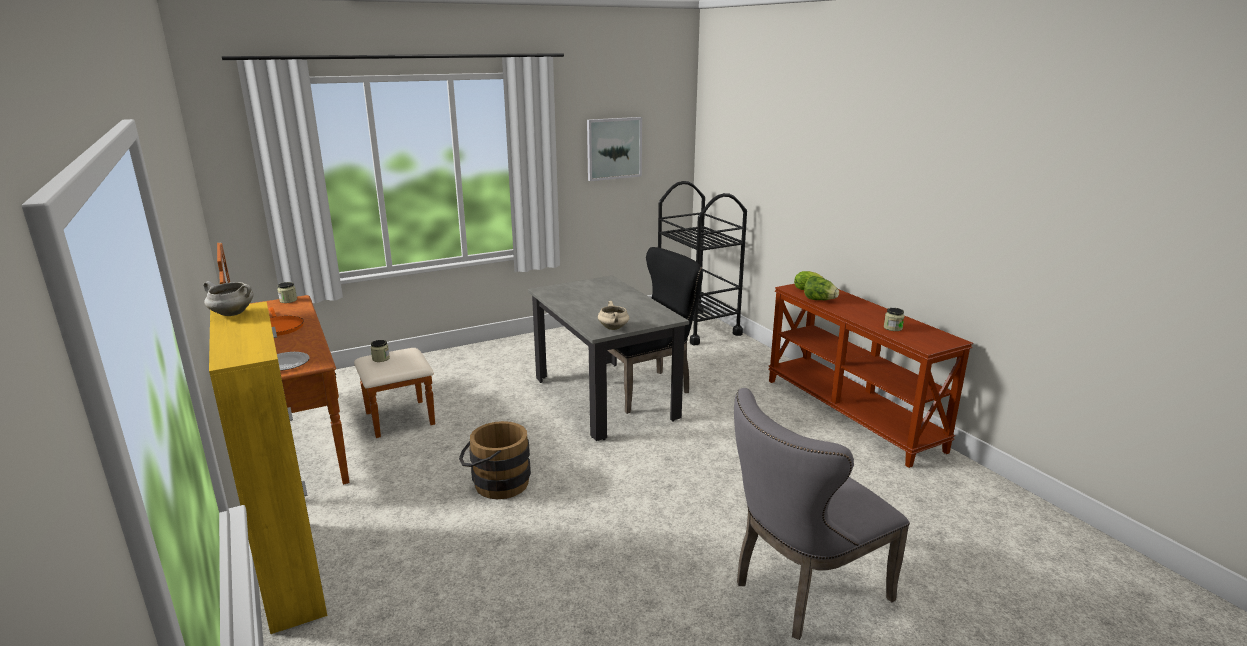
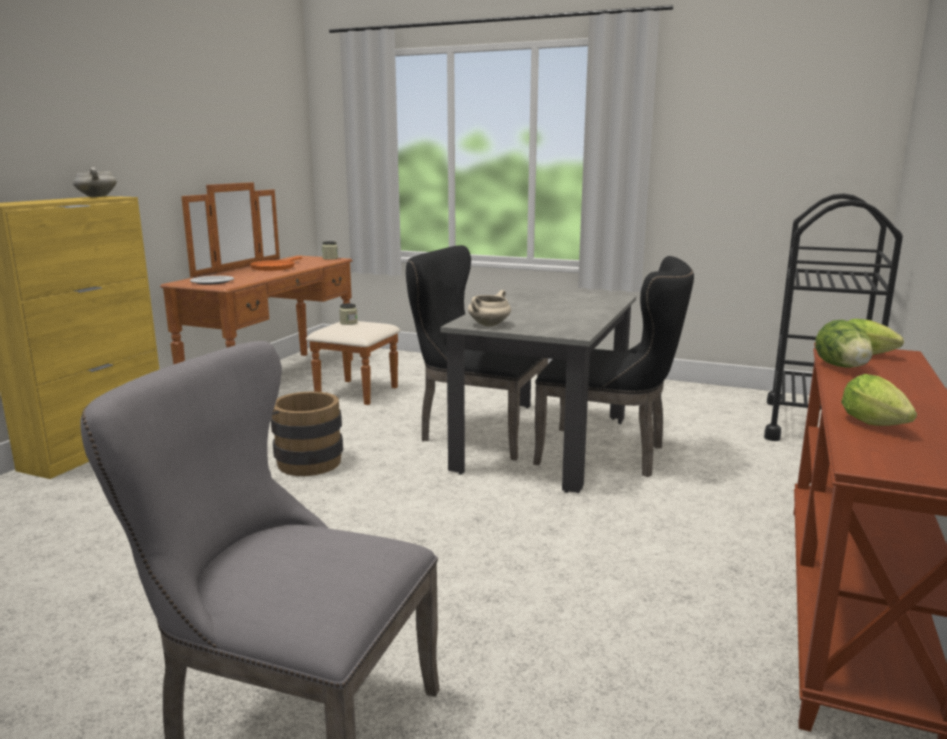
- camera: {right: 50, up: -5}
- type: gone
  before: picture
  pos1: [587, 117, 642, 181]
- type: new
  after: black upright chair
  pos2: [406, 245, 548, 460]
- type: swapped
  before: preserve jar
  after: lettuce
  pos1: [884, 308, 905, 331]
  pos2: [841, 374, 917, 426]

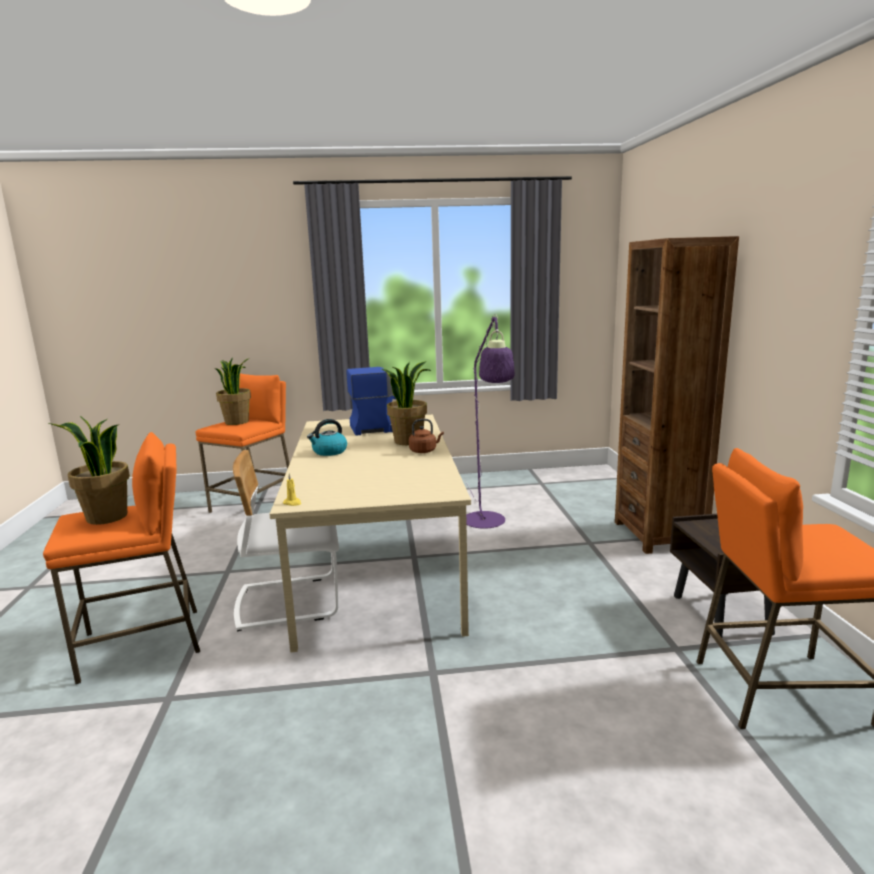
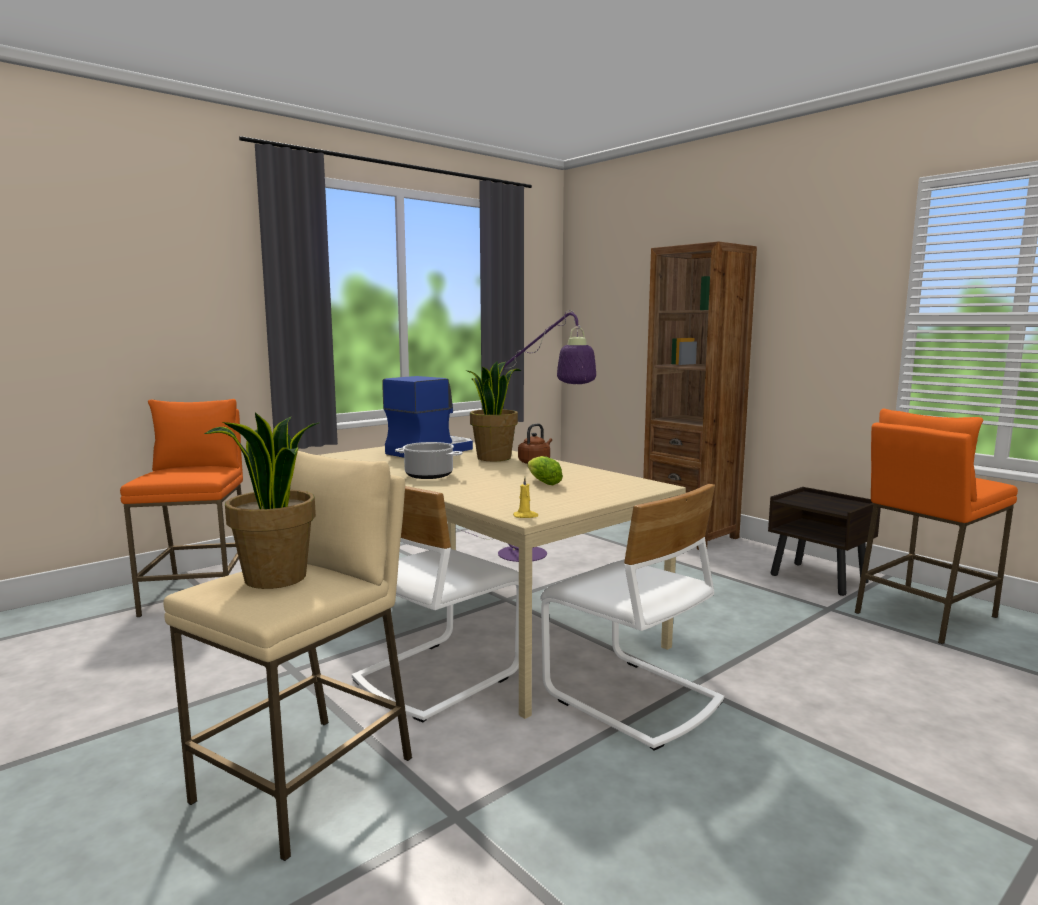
- camera: {right: -35, up: -5}
- type: gone
  before: plant in a pot
  pos1: [214, 357, 251, 425]
- type: new
  after: lettuce
  pos2: [527, 456, 563, 485]
- type: new
  after: whitish upright chair
  pos2: [540, 484, 724, 750]
- type: swapped
  before: kettle
  after: saucepot
  pos1: [307, 419, 347, 456]
  pos2: [395, 442, 463, 479]
- type: repainted
  before: orangey stool
  after: beige stool
  pos1: [43, 432, 200, 684]
  pos2: [163, 451, 412, 861]

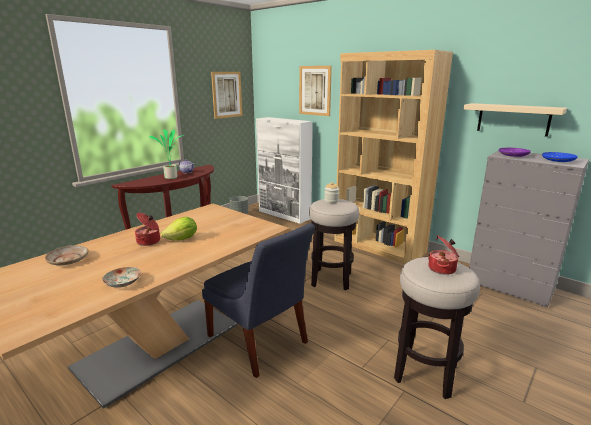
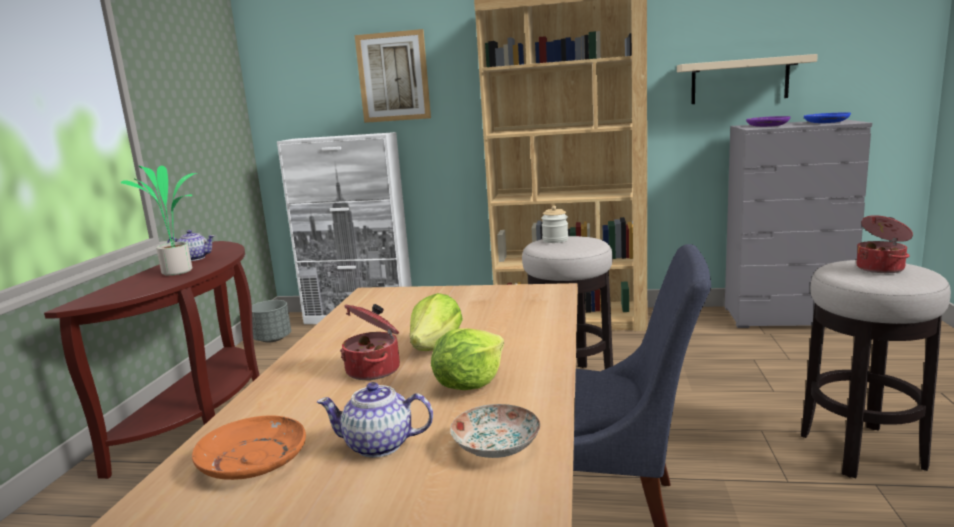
- camera: {right: -30, up: -5}
- type: gone
  before: picture
  pos1: [211, 72, 242, 119]
- type: new
  after: pot for tea
  pos2: [317, 382, 433, 458]
- type: new
  after: lettuce
  pos2: [431, 328, 504, 390]
- type: repainted
  before: beige plate
  after: orangey plate
  pos1: [45, 245, 88, 265]
  pos2: [192, 415, 306, 480]

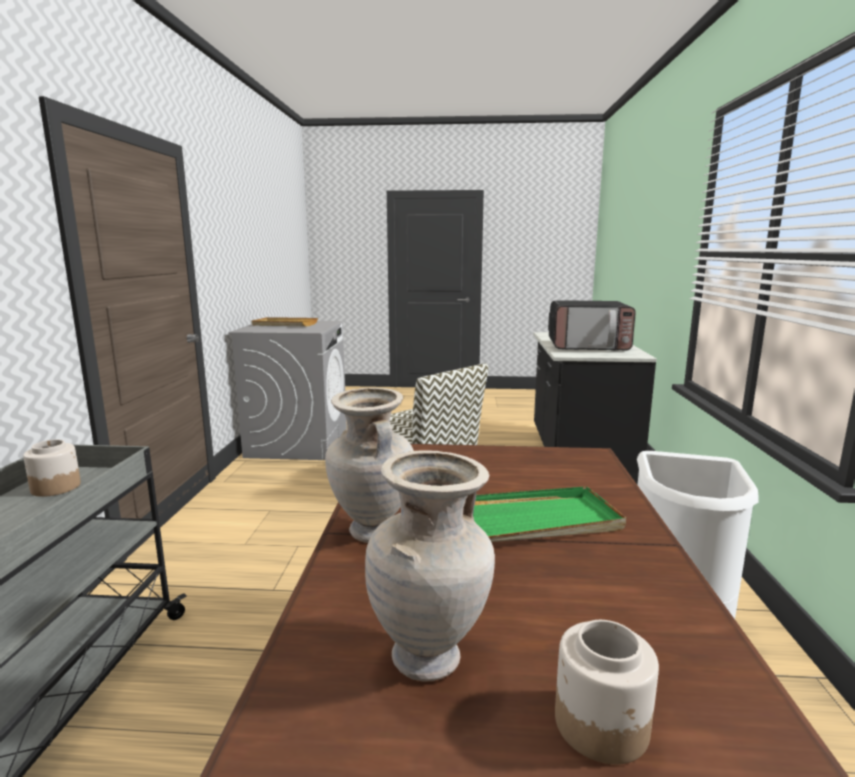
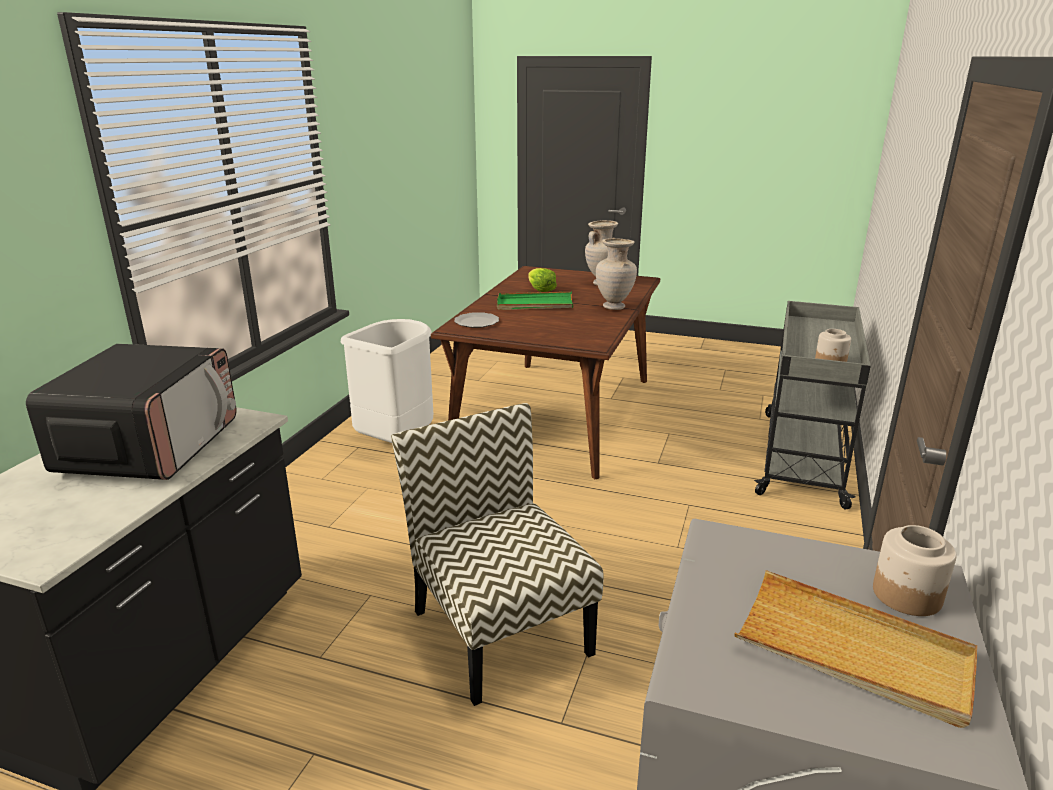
- camera: {right: -165, up: 10}
- type: new
  after: plate
  pos2: [454, 312, 499, 328]
- type: new
  after: lettuce
  pos2: [528, 268, 557, 292]
- type: shifted
  before: preserve jar
  pos1: [555, 620, 659, 765]
  pos2: [873, 525, 957, 616]
- type: rotated
  before: microwave
  pos1: [548, 300, 636, 350]
  pos2: [26, 344, 236, 480]
  turn: 75

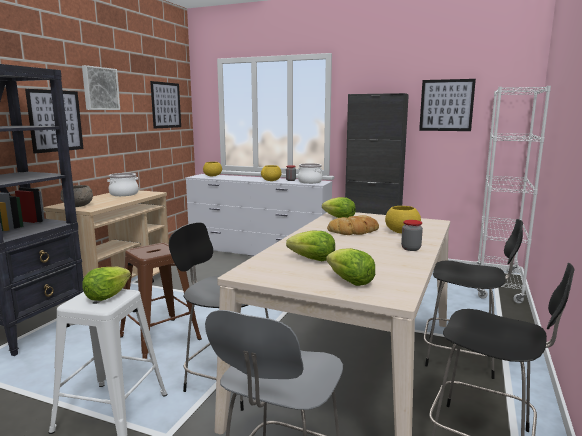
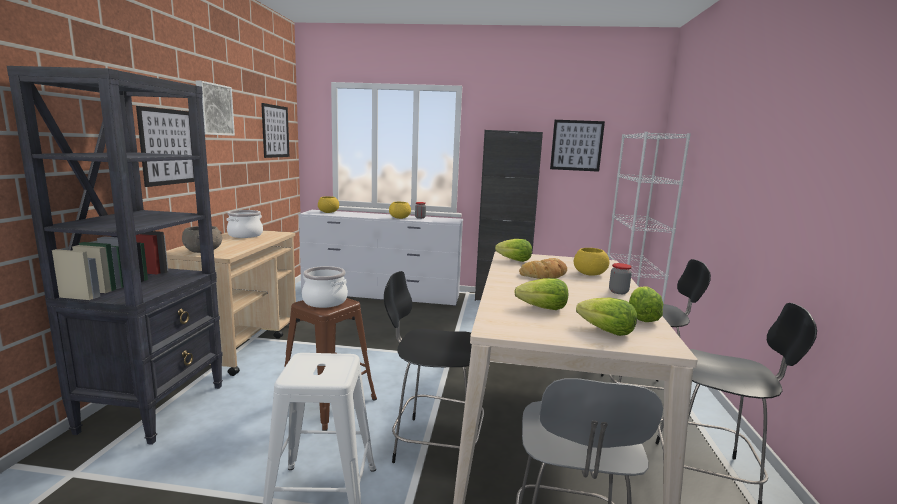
- camera: {right: -15, up: 0}
- type: shifted
  before: lettuce
  pos1: [82, 267, 131, 301]
  pos2: [629, 286, 663, 322]
- type: shifted
  before: saucepot
  pos1: [298, 163, 323, 184]
  pos2: [302, 266, 348, 308]

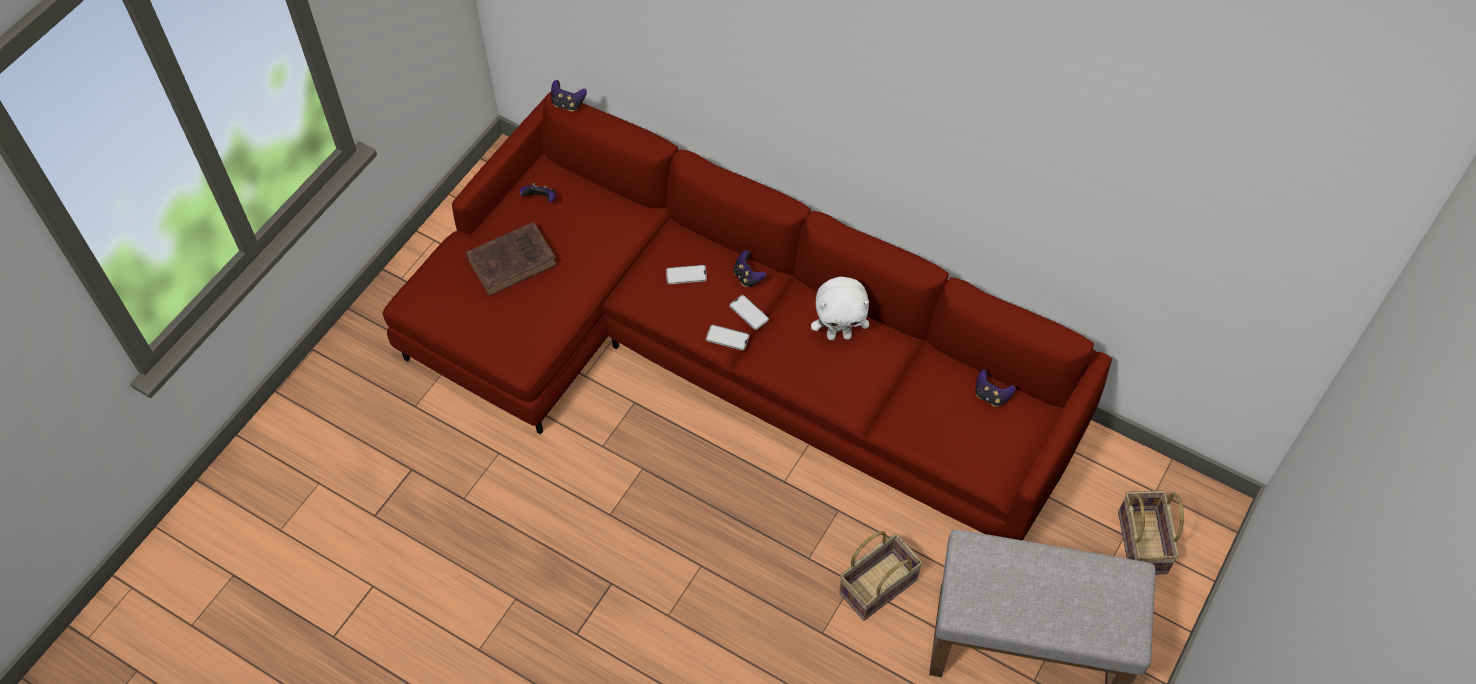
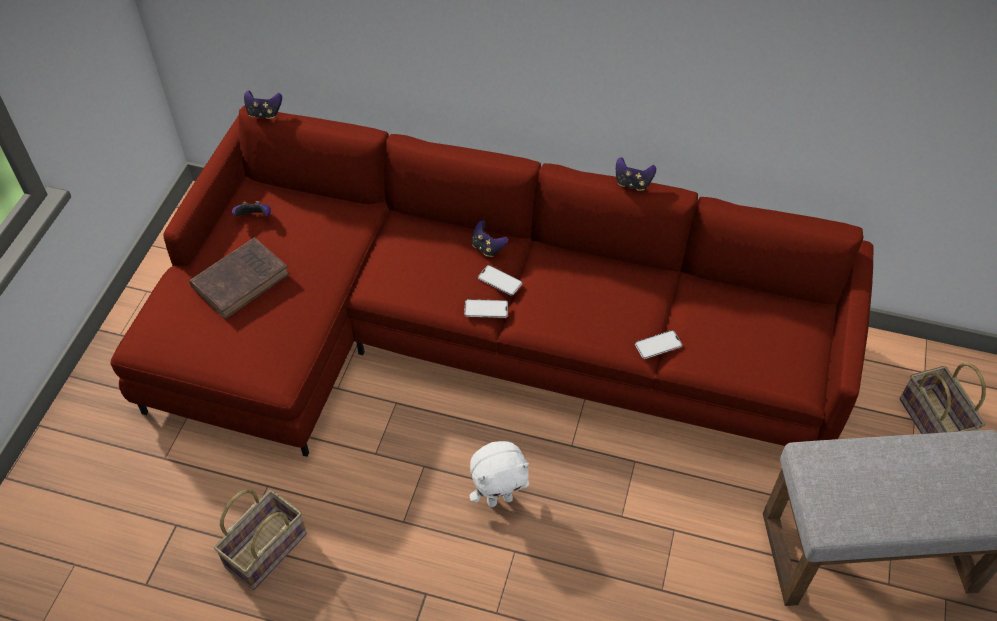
- camera: {right: -15, up: -5}
- type: shifted
  before: handset
  pos1: [666, 265, 707, 284]
  pos2: [635, 330, 682, 359]
- type: shifted
  before: whitish cuddly toy
  pos1: [811, 277, 869, 340]
  pos2: [469, 441, 529, 507]
- type: shifted
  before: storage basket
  pos1: [839, 531, 923, 621]
  pos2: [214, 489, 307, 590]
- type: shifted
  before: joypad
  pos1: [975, 370, 1016, 407]
  pos2: [616, 157, 657, 191]

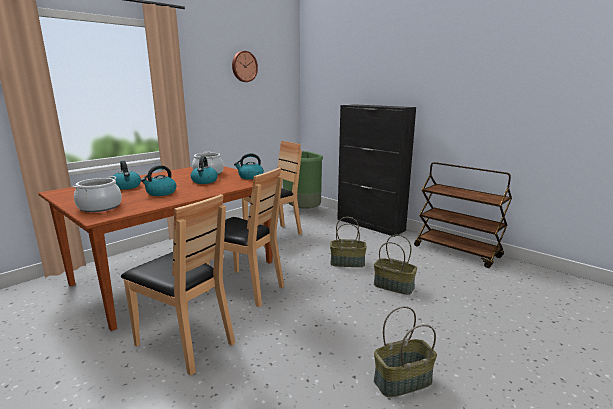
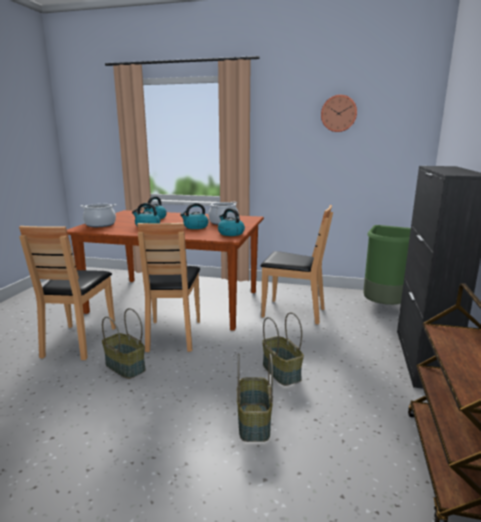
- camera: {right: 60, up: 0}
- type: shifted
  before: storage basket
  pos1: [374, 306, 437, 397]
  pos2: [102, 308, 146, 379]

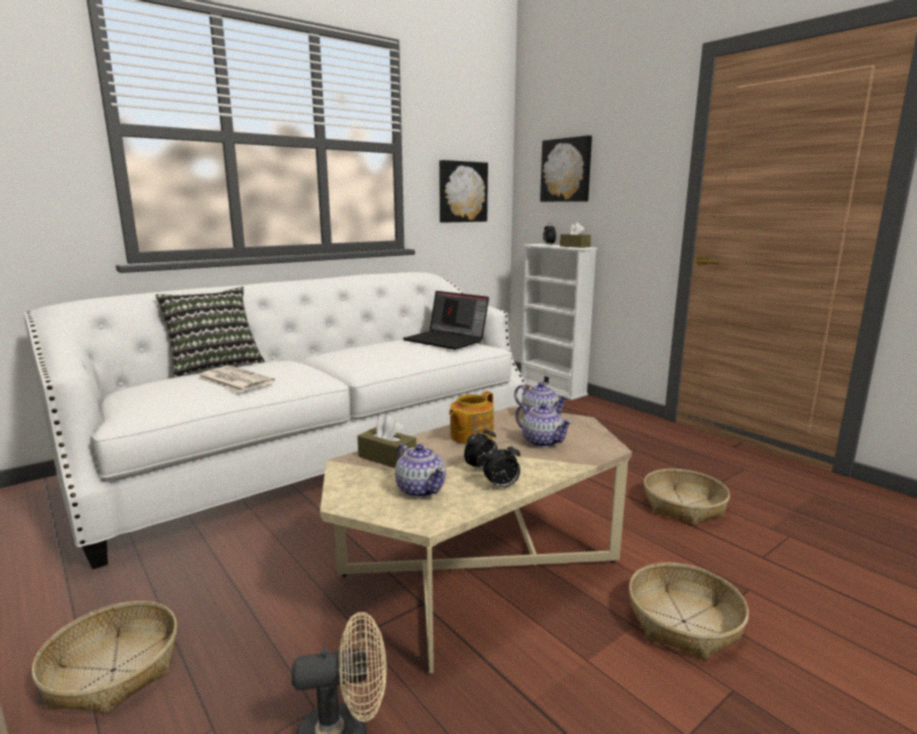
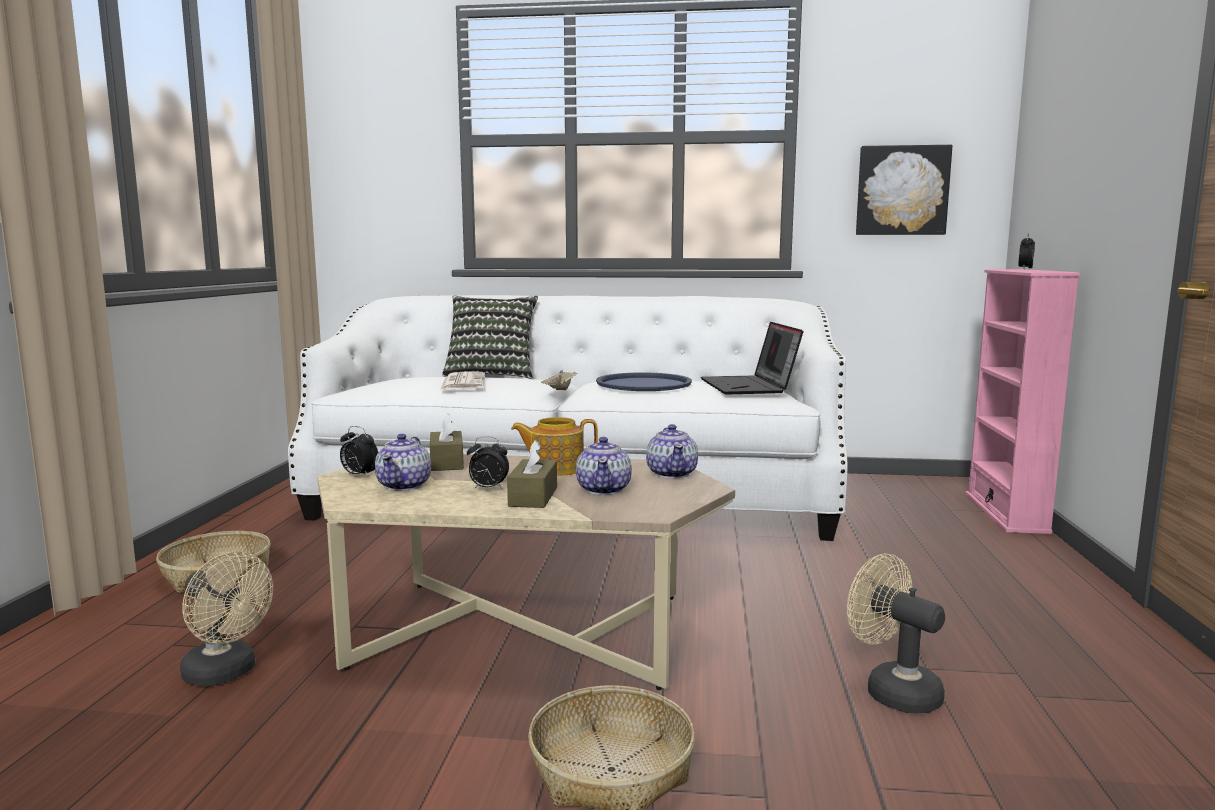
- camera: {right: 45, up: -5}
- type: gone
  before: picture
  pos1: [540, 135, 592, 202]
- type: new
  after: beige tray
  pos2: [541, 370, 577, 390]
- type: new
  after: bluish tray
  pos2: [596, 372, 692, 391]
- type: shifted
  before: table clock
  pos1: [483, 442, 520, 489]
  pos2: [340, 426, 378, 478]
- type: shifted
  before: brownish tissue holder
  pos1: [560, 222, 591, 248]
  pos2: [507, 440, 557, 508]
- type: swapped
  before: storage basket
  after: beige cooling fan
  pos1: [644, 469, 730, 526]
  pos2: [847, 554, 945, 713]
- type: repainted
  before: whitish bookcase
  after: pink-coloured bookcase
  pos1: [521, 244, 597, 400]
  pos2: [965, 269, 1080, 534]

